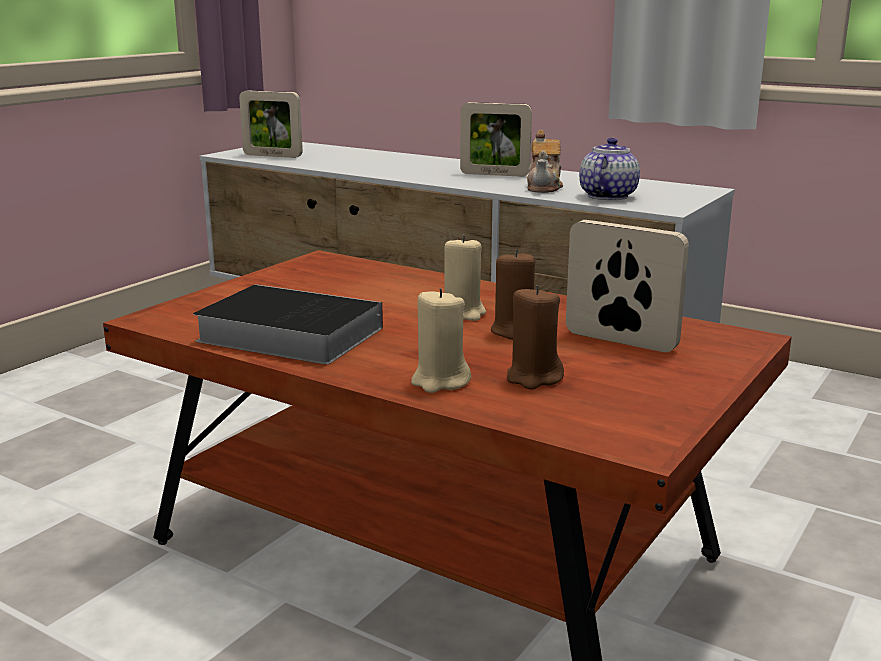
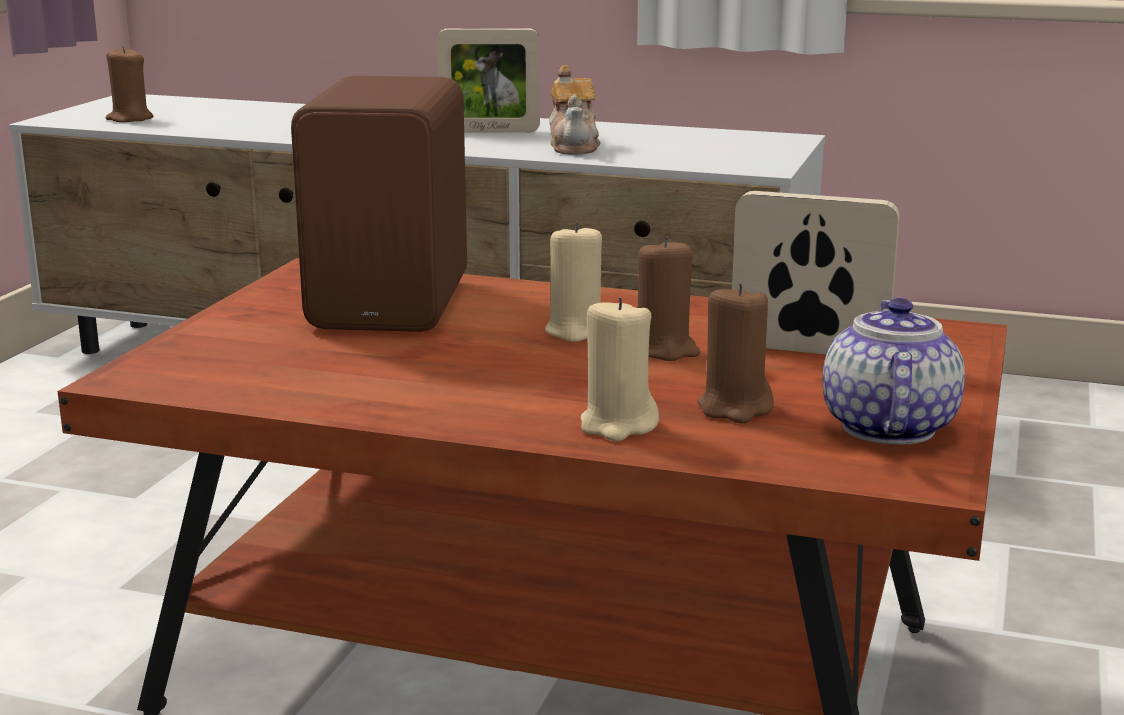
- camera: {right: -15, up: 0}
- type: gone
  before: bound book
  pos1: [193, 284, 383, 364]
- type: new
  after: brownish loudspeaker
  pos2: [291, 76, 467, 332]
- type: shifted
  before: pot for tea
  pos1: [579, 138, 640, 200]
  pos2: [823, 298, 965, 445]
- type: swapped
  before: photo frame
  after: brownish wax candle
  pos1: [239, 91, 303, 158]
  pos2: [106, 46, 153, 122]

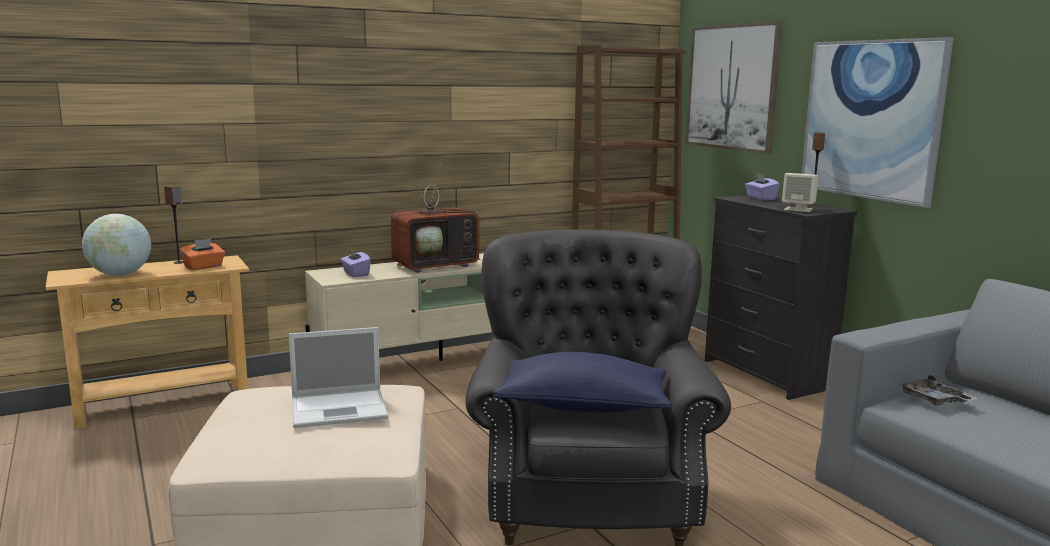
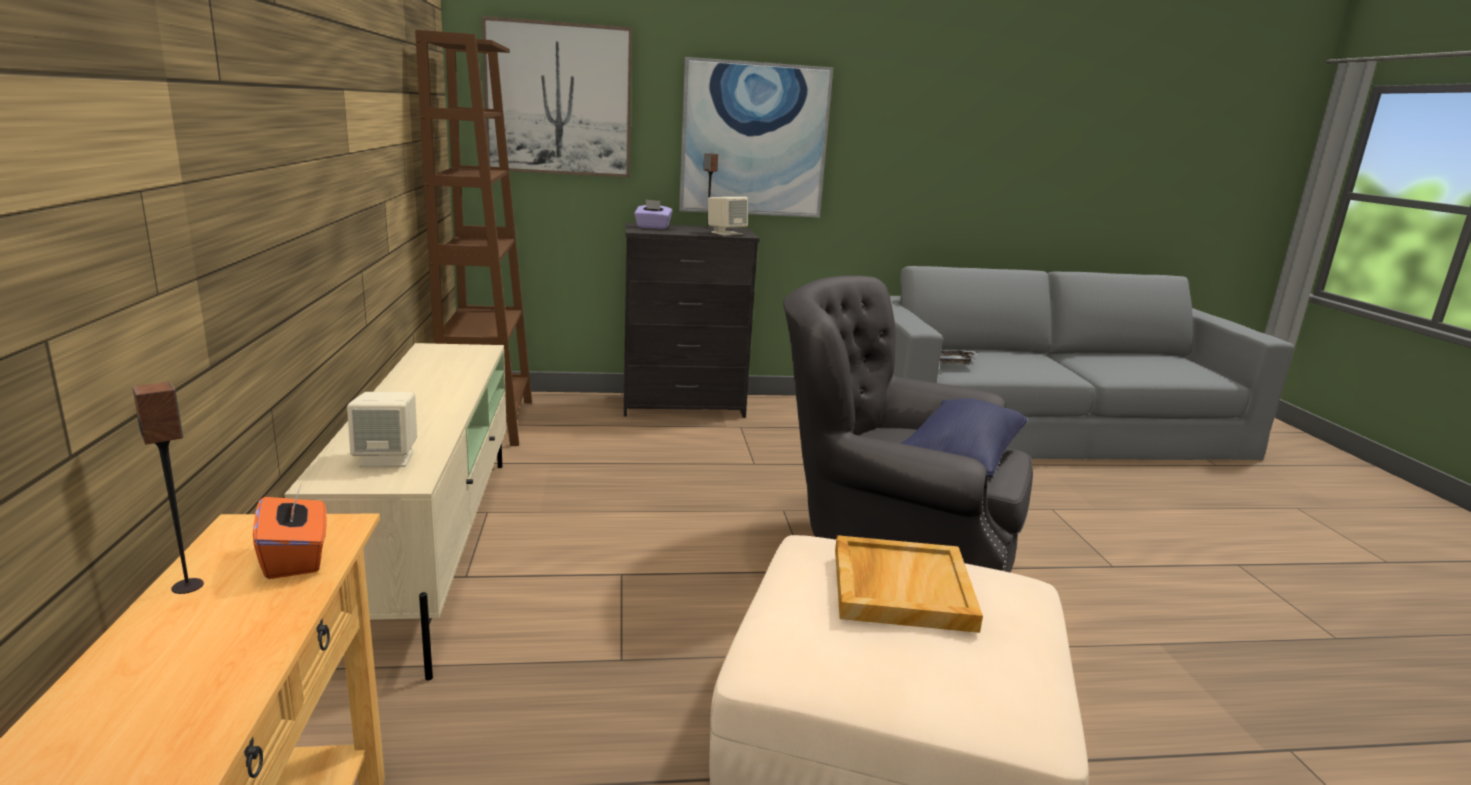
- camera: {right: -70, up: 5}
- type: gone
  before: desk globe
  pos1: [82, 214, 151, 276]
- type: gone
  before: TV set
  pos1: [391, 163, 481, 273]
- type: swapped
  before: notebook computer
  after: beige tray
  pos1: [289, 327, 388, 428]
  pos2: [835, 535, 983, 633]
- type: swapped
  before: purple-coloured tissue holder
  after: beige loudspeaker
  pos1: [341, 248, 371, 277]
  pos2: [347, 392, 417, 467]

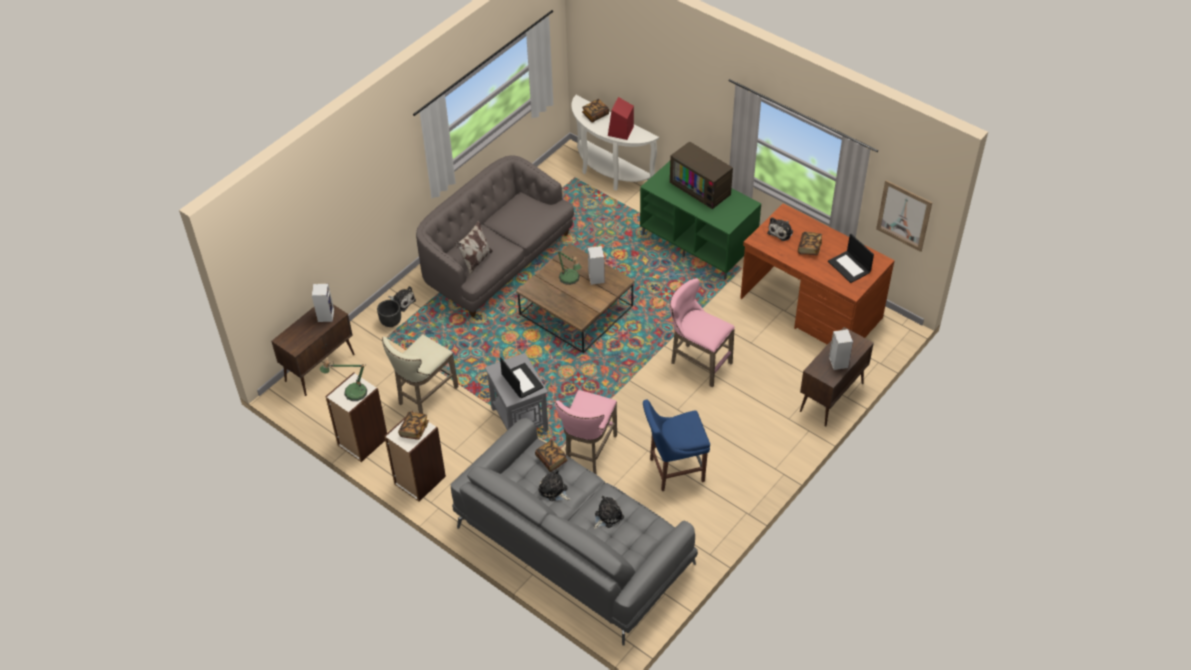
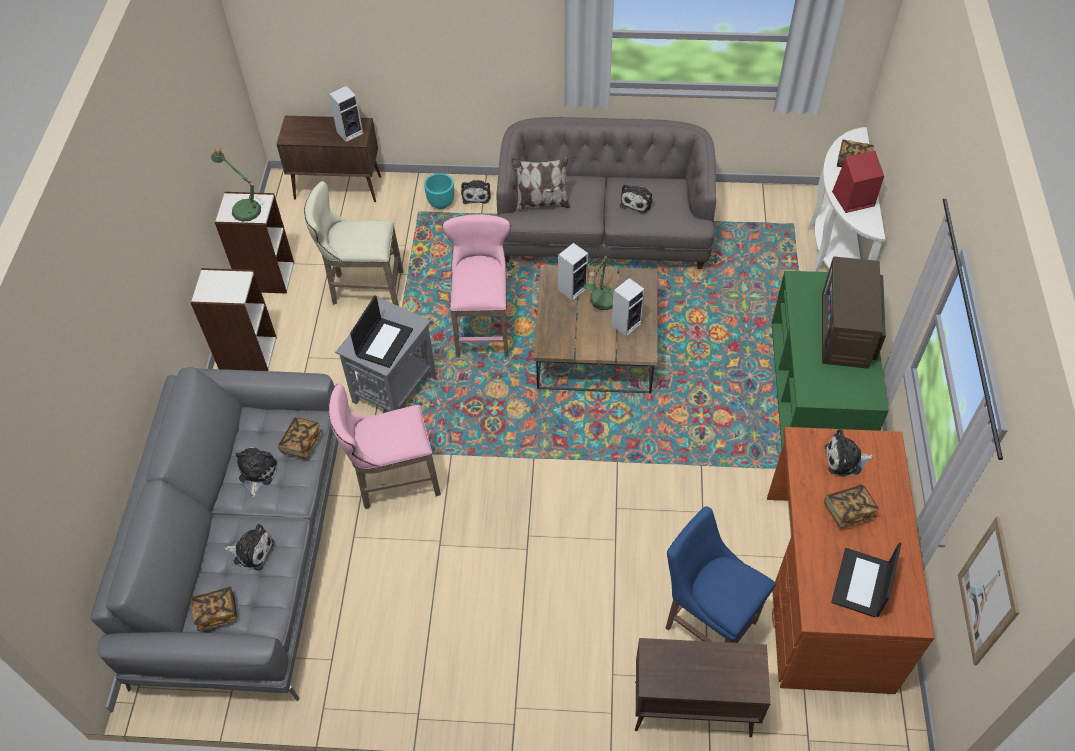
- camera: {right: 55, up: 5}
- type: new
  after: cuddly toy
  pos2: [620, 184, 653, 214]
- type: shifted
  before: bound book
  pos1: [398, 412, 429, 440]
  pos2: [191, 587, 237, 631]
- type: shifted
  before: bluish upright chair
  pos1: [643, 399, 710, 491]
  pos2: [666, 506, 775, 643]
- type: shifted
  before: pink-coloured stool
  pos1: [670, 278, 735, 387]
  pos2: [442, 214, 511, 358]
- type: shifted
  before: loudspeaker
  pos1: [829, 329, 853, 370]
  pos2: [558, 243, 588, 301]
- type: repainted
  before: black plant pot
  after: blue-green plant pot
  pos1: [377, 300, 401, 327]
  pos2: [424, 173, 454, 209]

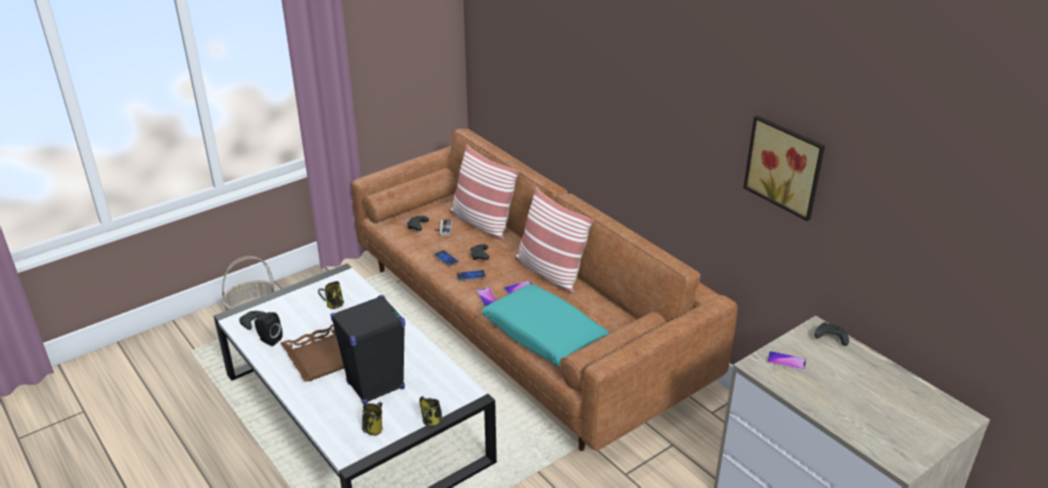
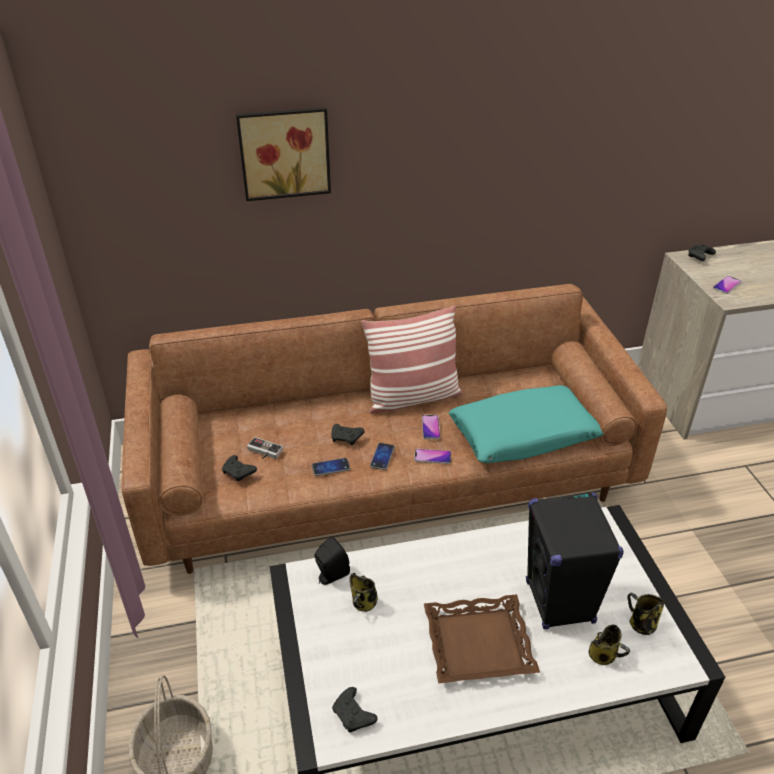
- camera: {right: -65, up: 5}
- type: gone
  before: throw pillow
  pos1: [450, 144, 520, 240]
- type: shifted
  before: black loudspeaker
  pos1: [254, 312, 283, 346]
  pos2: [314, 536, 350, 585]
- type: shifted
  before: mug
  pos1: [419, 396, 442, 427]
  pos2: [588, 625, 630, 665]
- type: shifted
  before: picture
  pos1: [744, 115, 825, 221]
  pos2: [236, 107, 331, 201]

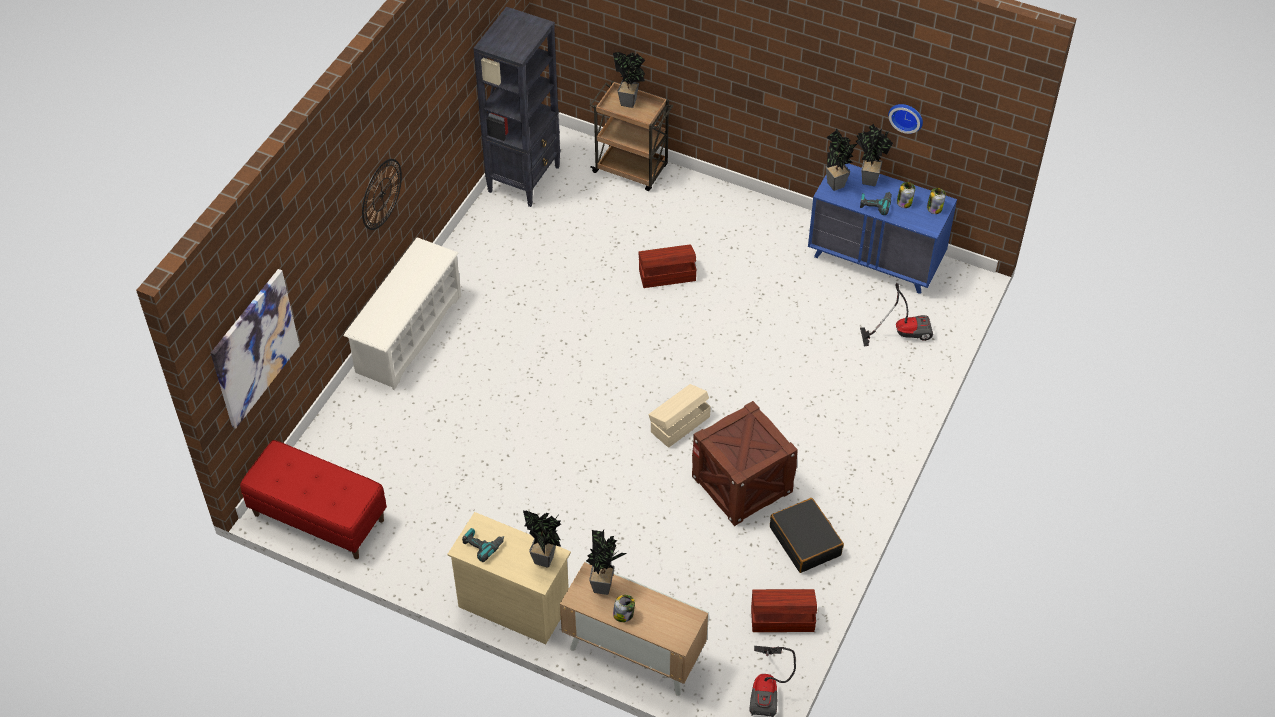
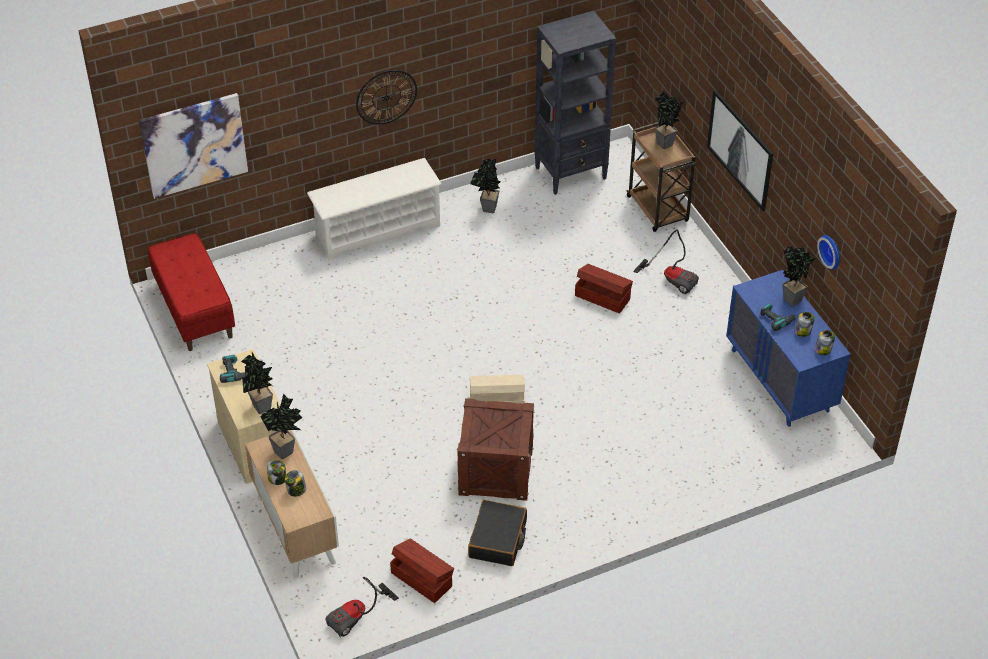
- camera: {right: 40, up: -5}
- type: new
  after: preserve jar
  pos2: [285, 470, 306, 497]
- type: new
  after: picture
  pos2: [707, 90, 773, 211]
- type: shifted
  before: plant in a pot
  pos1: [825, 129, 857, 191]
  pos2: [470, 159, 501, 213]
- type: shifted
  before: hoover
  pos1: [860, 283, 933, 347]
  pos2: [633, 229, 699, 294]

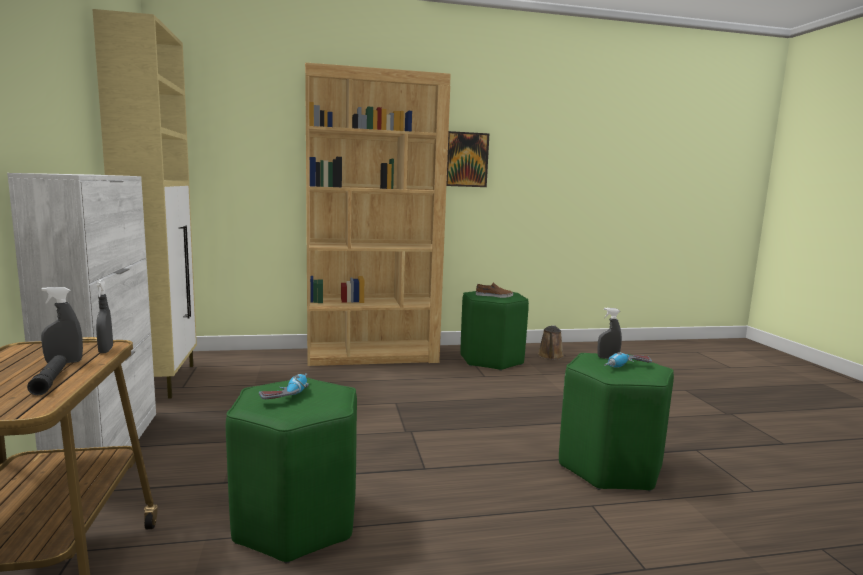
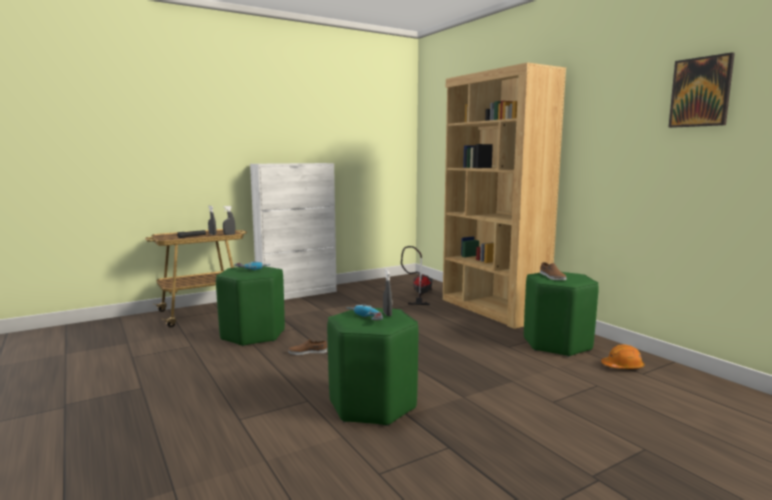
- camera: {right: 70, up: 0}
- type: gone
  before: beige storage cabinet
  pos1: [92, 9, 197, 399]
- type: new
  after: brownish shoe
  pos2: [288, 339, 327, 355]
- type: new
  after: hoover
  pos2: [401, 246, 433, 305]
- type: shifted
  before: picture
  pos1: [446, 131, 489, 187]
  pos2: [668, 52, 735, 128]
- type: swapped
  before: brownish watering pot
  after: orangey safety helmet
  pos1: [538, 325, 564, 360]
  pos2: [601, 344, 644, 369]

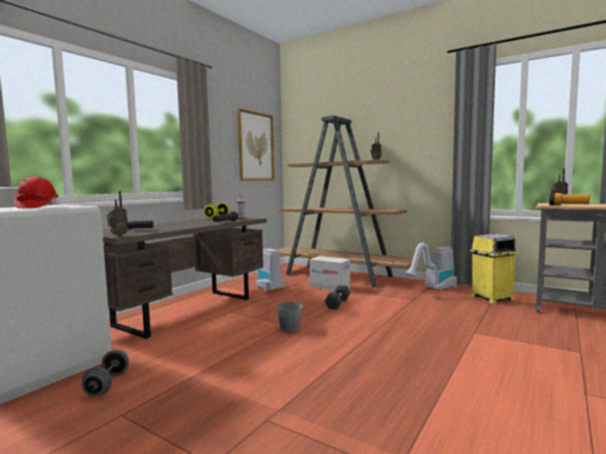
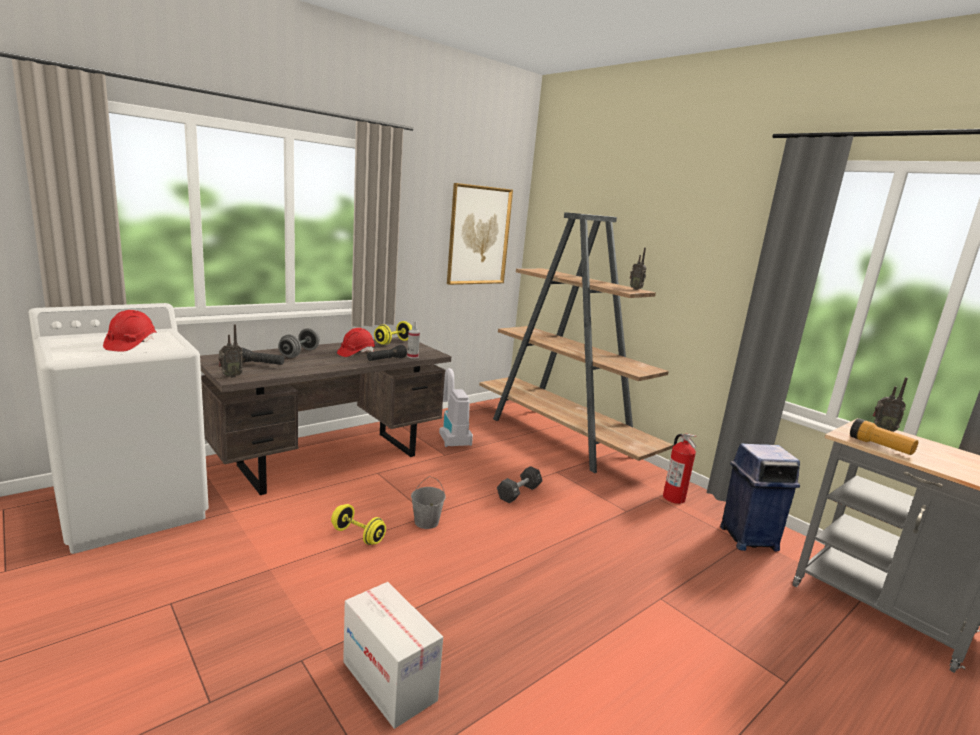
- camera: {right: 15, up: 10}
- type: new
  after: yellow-coloured free weight
  pos2: [331, 504, 386, 545]
- type: new
  after: red-coloured safety helmet
  pos2: [337, 328, 375, 357]
- type: shifted
  before: grey free weight
  pos1: [82, 350, 129, 396]
  pos2: [278, 328, 320, 358]
- type: shifted
  before: packing box
  pos1: [310, 256, 350, 291]
  pos2: [343, 582, 443, 729]
- type: swapped
  before: hoover
  after: extinguisher
  pos1: [404, 242, 457, 291]
  pos2: [663, 434, 697, 504]
- type: repainted
  before: yellow-coloured trash can
  after: bluish trash can
  pos1: [470, 234, 518, 304]
  pos2: [720, 444, 800, 551]

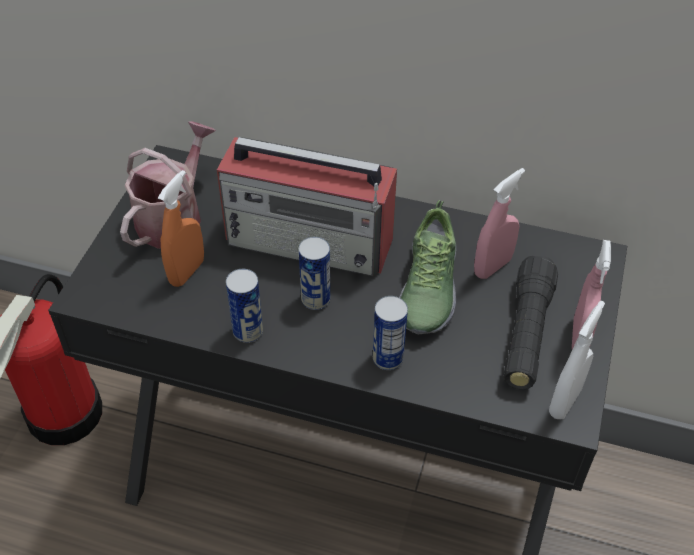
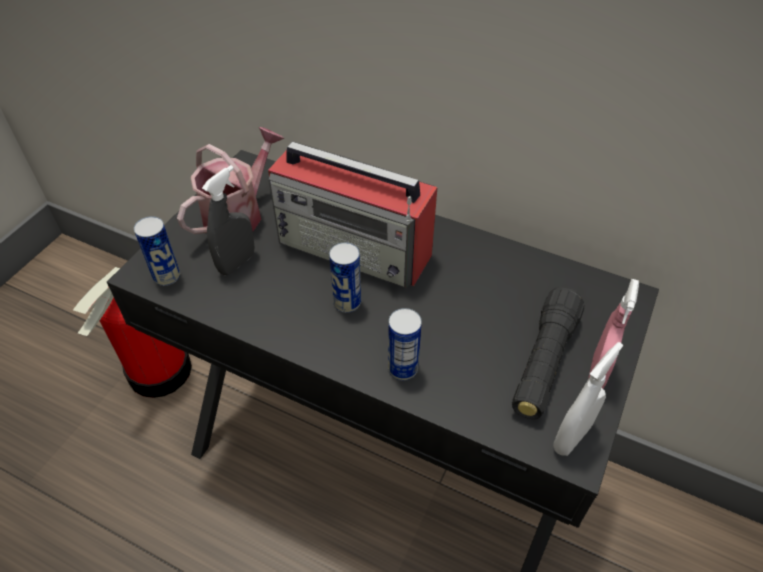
- camera: {right: 10, up: 0}
- type: gone
  before: shoe
  pos1: [399, 200, 456, 334]
- type: gone
  before: pink-coloured hand sprayer
  pos1: [474, 168, 525, 279]
- type: shifted
  before: metal can
  pos1: [226, 269, 263, 343]
  pos2: [134, 216, 180, 286]
- type: repainted
  before: orangey hand sprayer
  after: grey hand sprayer
  pos1: [158, 170, 204, 287]
  pos2: [202, 165, 255, 275]

